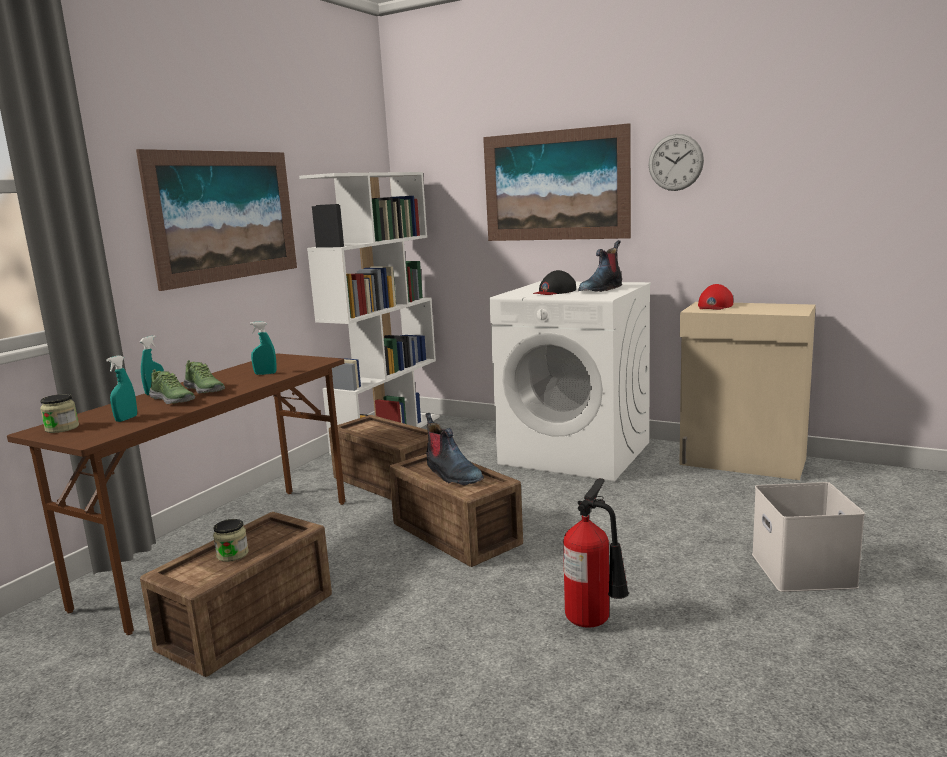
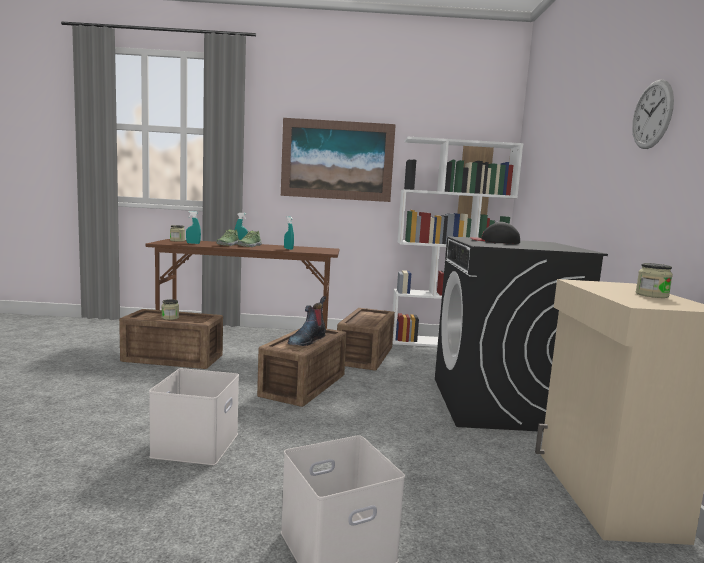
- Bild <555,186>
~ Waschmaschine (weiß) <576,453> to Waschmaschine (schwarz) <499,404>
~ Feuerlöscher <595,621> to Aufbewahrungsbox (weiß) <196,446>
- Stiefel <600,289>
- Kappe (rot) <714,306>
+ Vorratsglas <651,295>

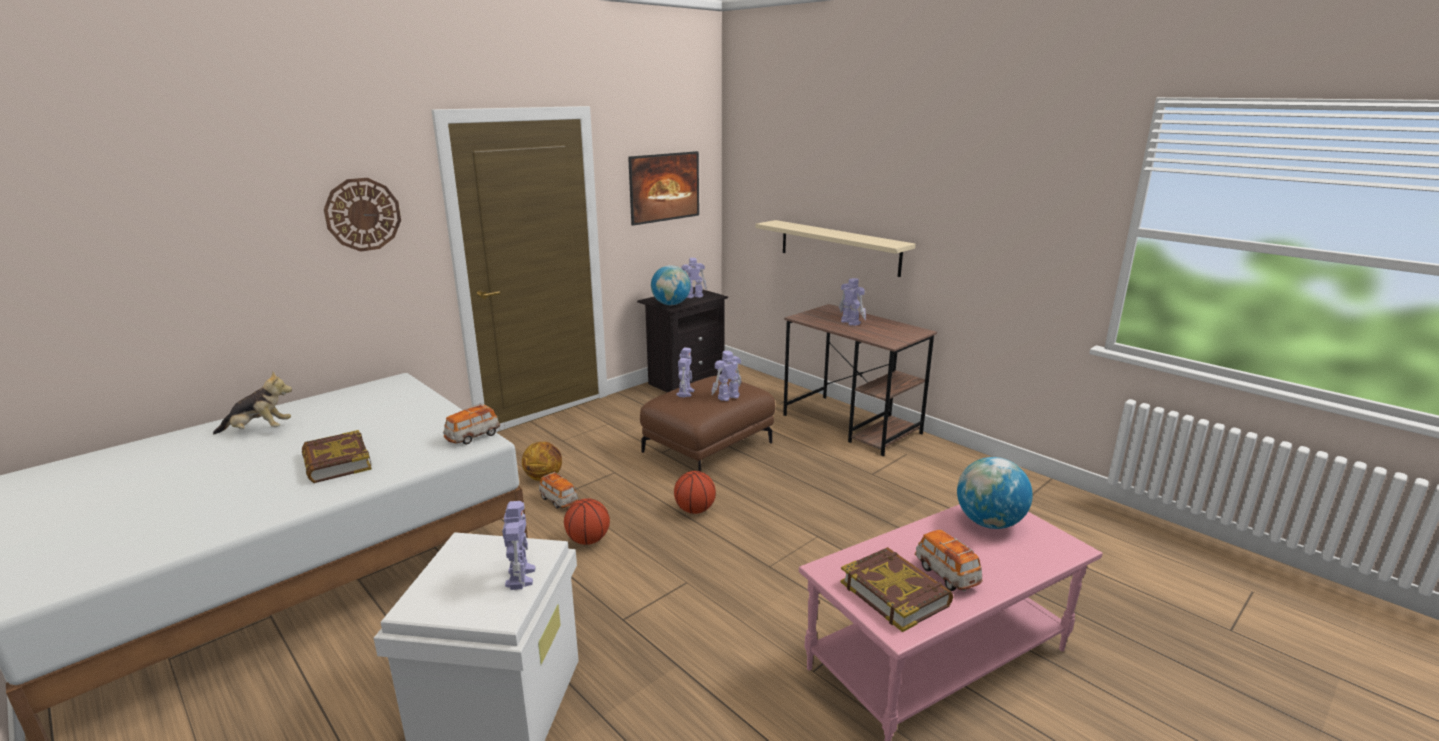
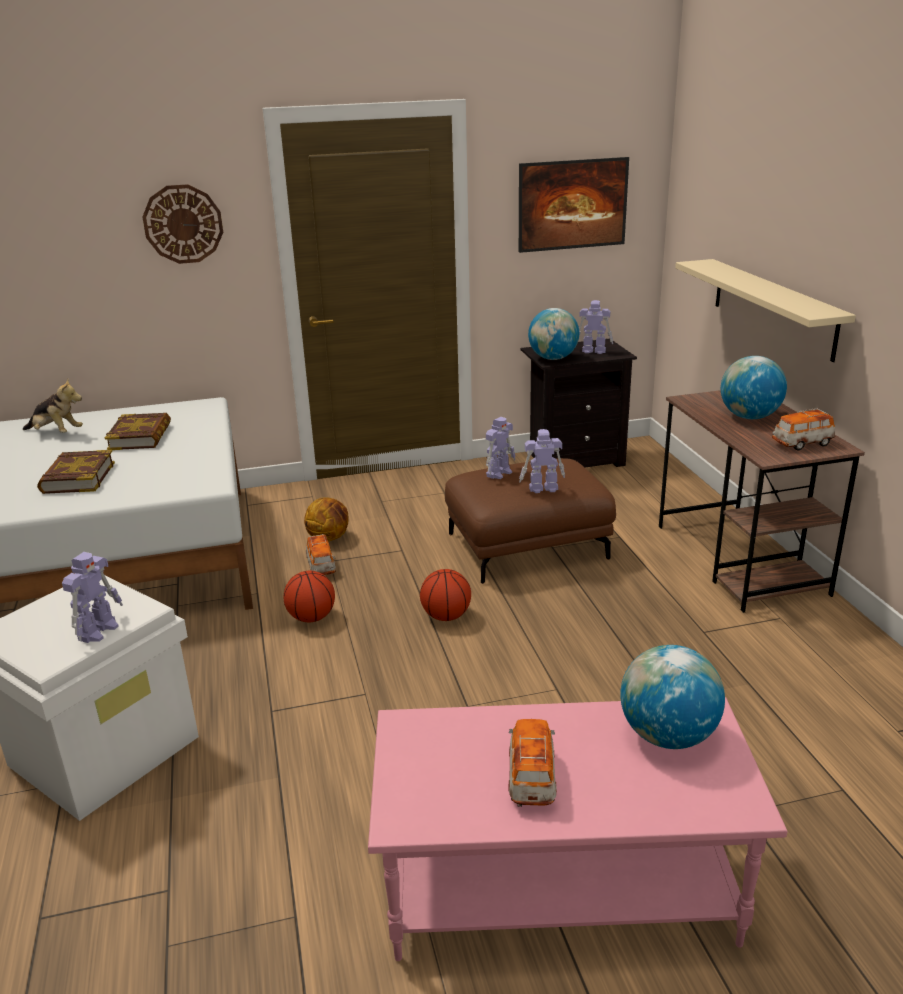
~ Spielzeugauto <473,437> to <802,444>
~ Spielzeugroboter <850,322> to Globus <749,417>
~ Buch <895,593> to <140,437>

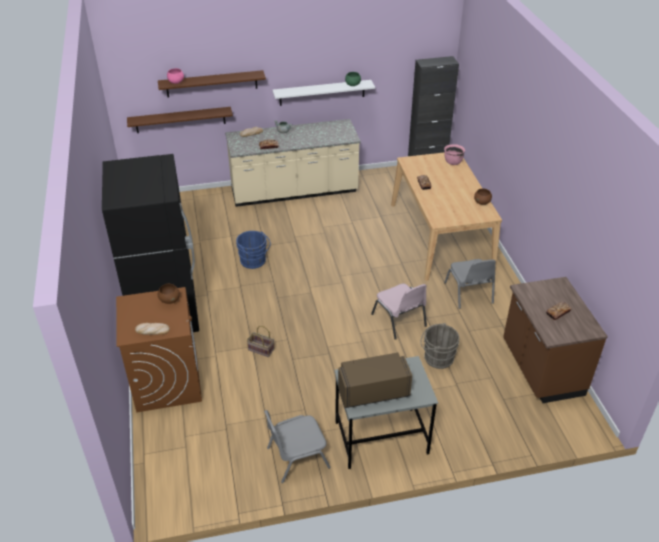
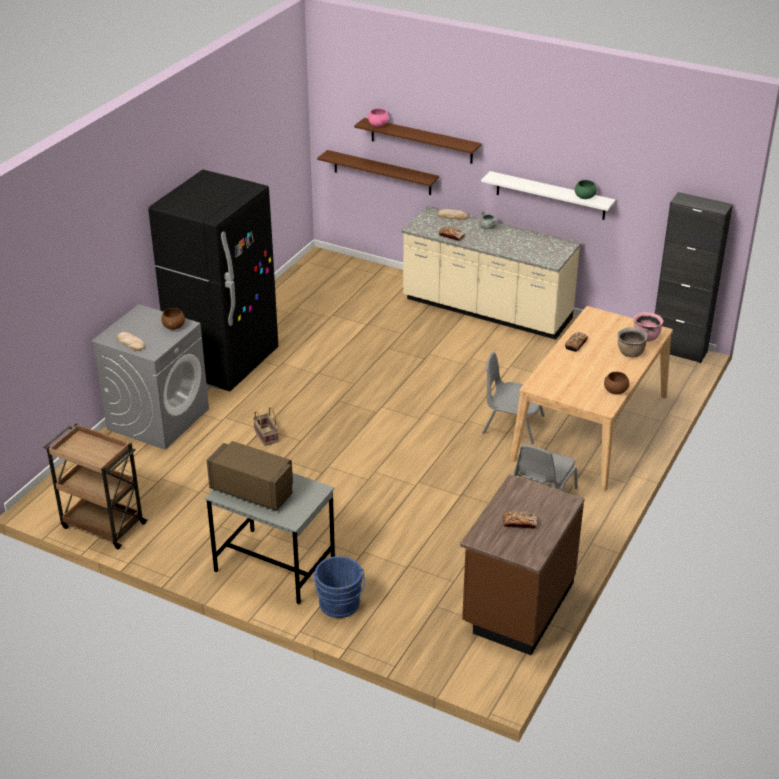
~ Waschmaschine (braun) <167,381> to Waschmaschine (grau) <158,418>
~ Eimer (blau) <254,261> to <339,606>
~ Stuhl (grau) <296,457> to <512,424>
- Stuhl (rosa) <399,320>
- Eimer (grau) <436,357>
+ Rollwagen (braun) <102,525>
+ Kochtopf (braun) <630,353>

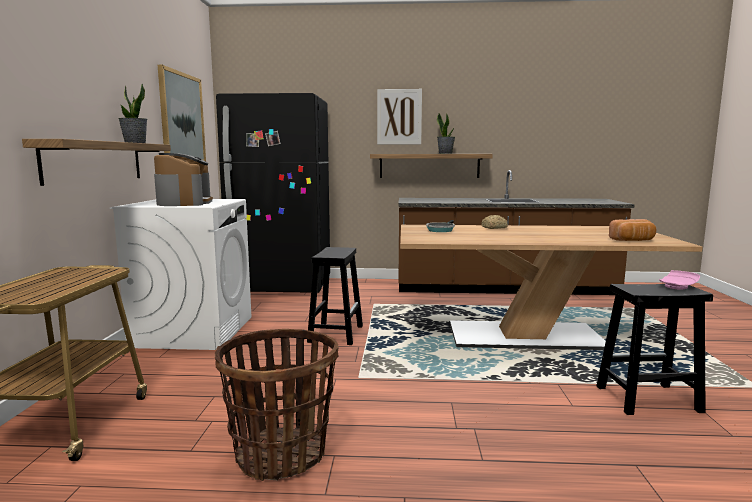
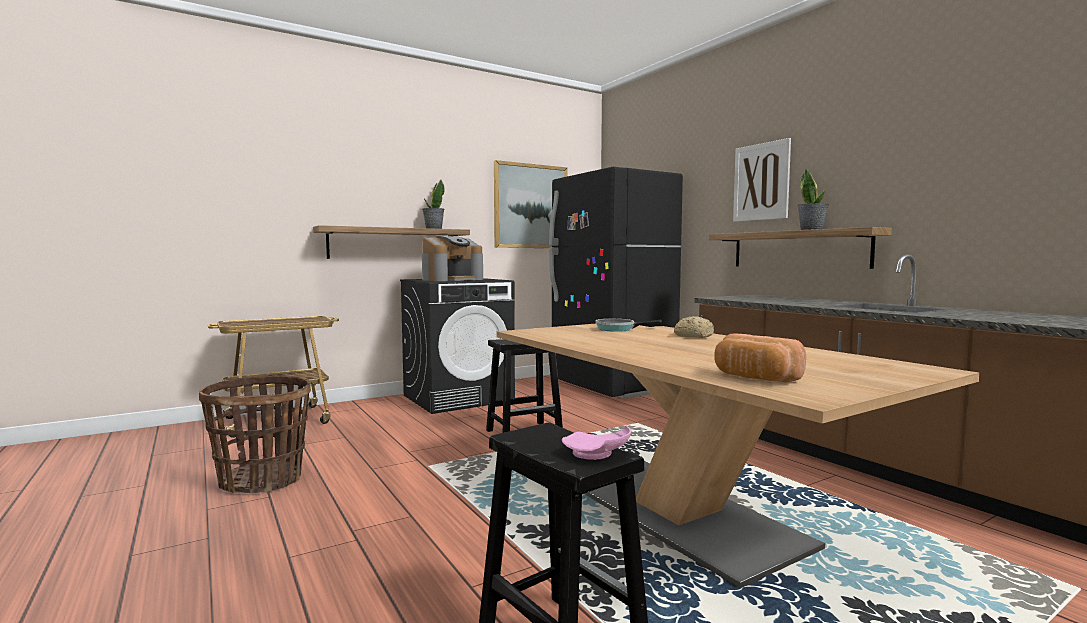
~ Waschmaschine (weiß) <194,331> to Waschmaschine (schwarz) <458,398>

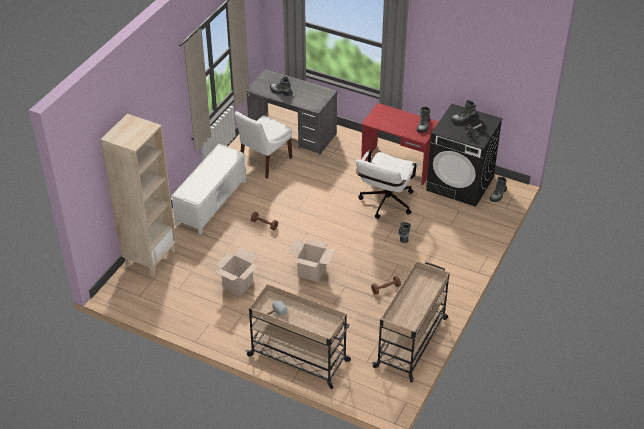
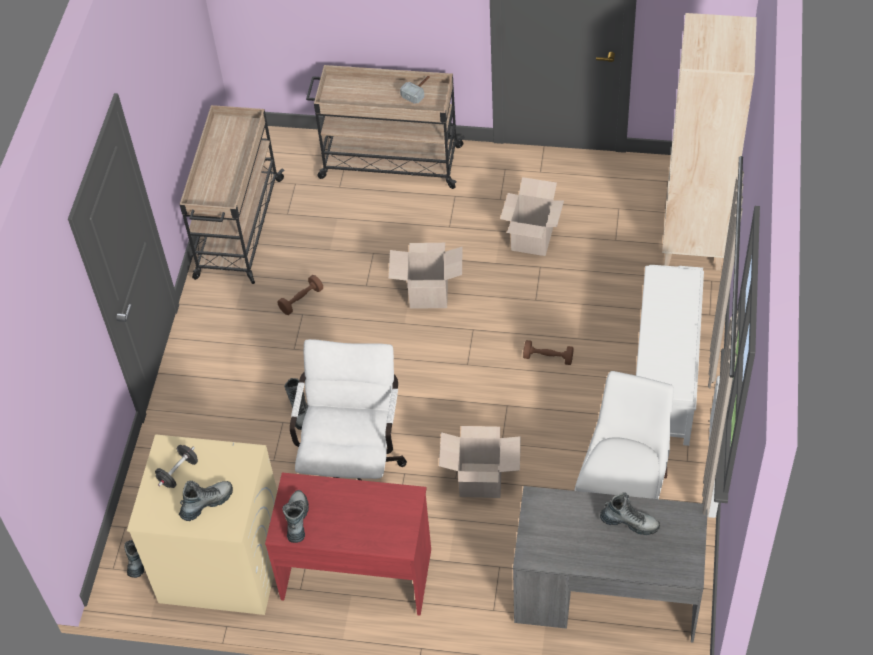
~ Waschmaschine (schwarz) <460,183> to Waschmaschine (beige) <221,563>
+ Karton <480,481>

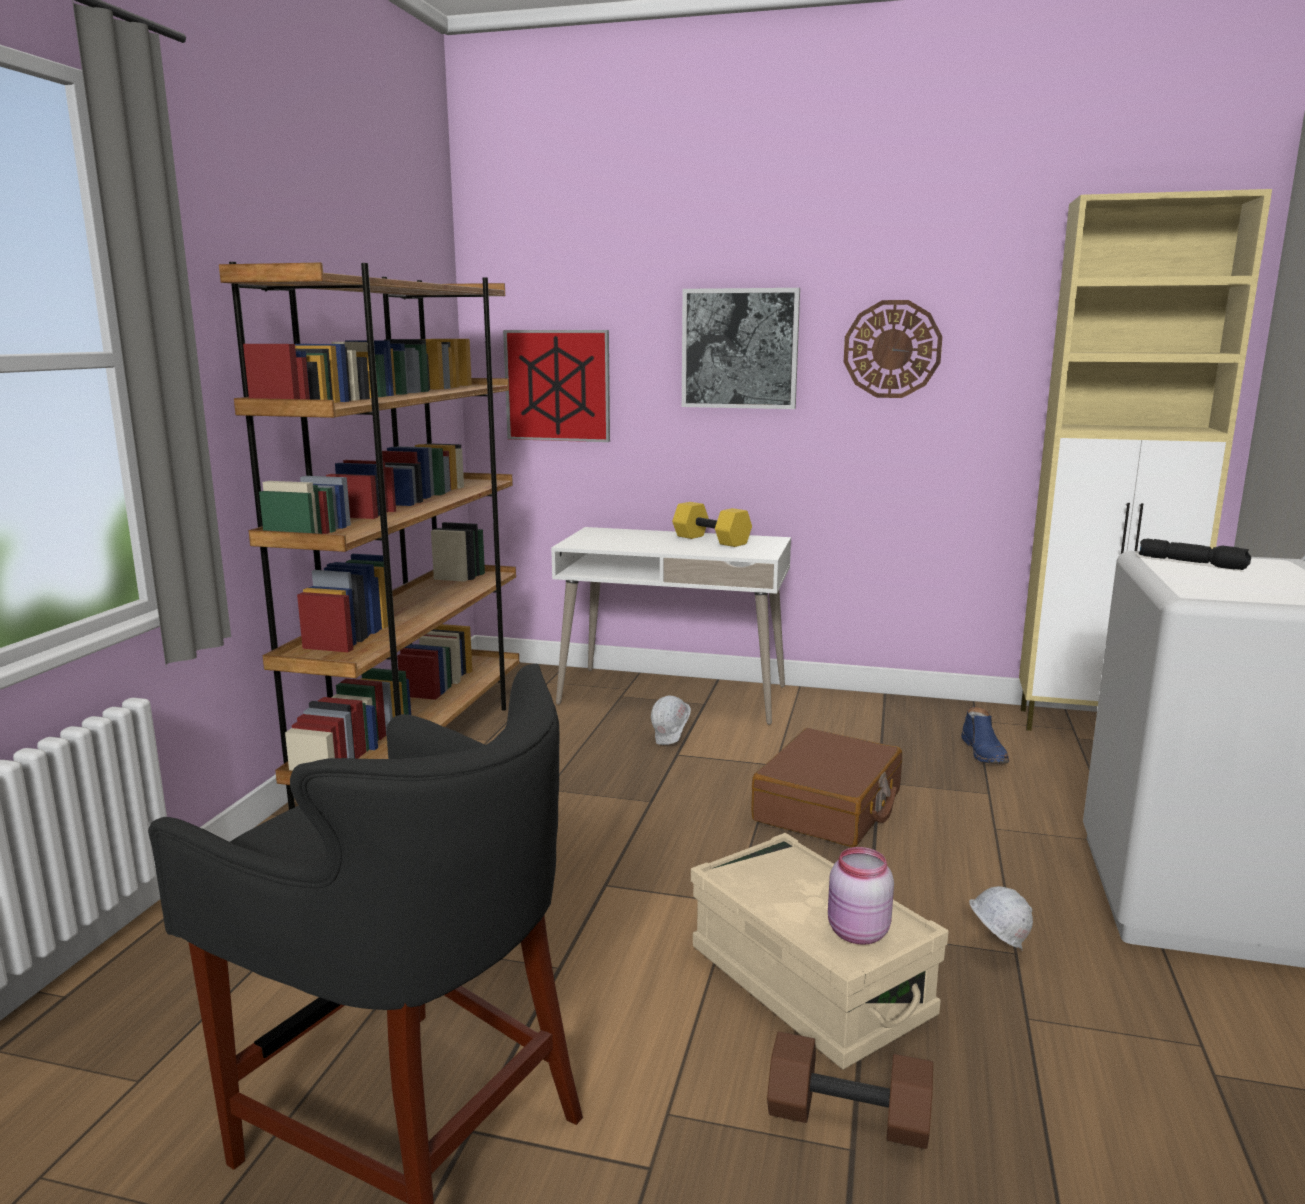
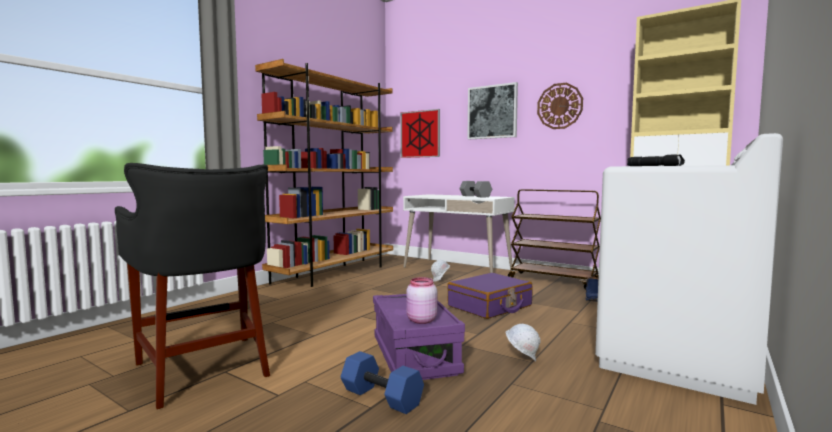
~ Hantel (gelb) <710,540> to Hantel (grau) <474,196>
~ Aufbewahrungsbox (beige) <808,983> to Aufbewahrungsbox (lila) <414,355>
~ Koffer (braun) <828,807> to Koffer (lila) <490,306>
~ Hantel (braun) <850,1116> to Hantel (blau) <383,397>
+ Rollwagen (braun) <553,281>

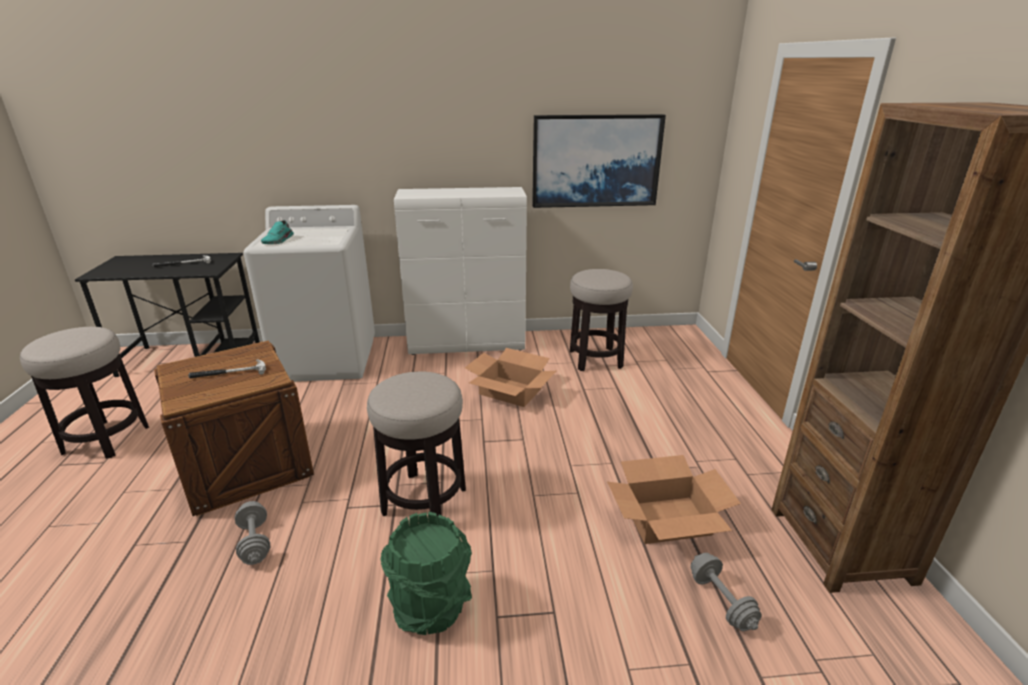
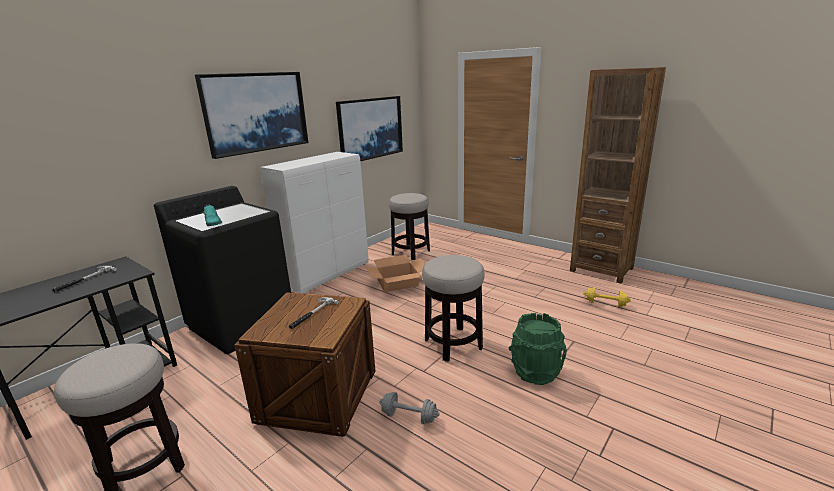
~ Waschmaschine (weiß) <328,359> to Waschmaschine (schwarz) <242,324>
- Karton <668,519>
~ Hantel (grau) <721,601> to Hantel (gelb) <605,304>
+ Bild <256,112>

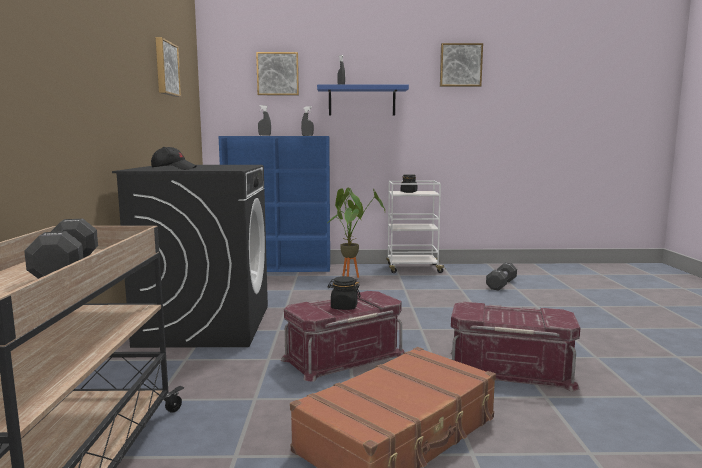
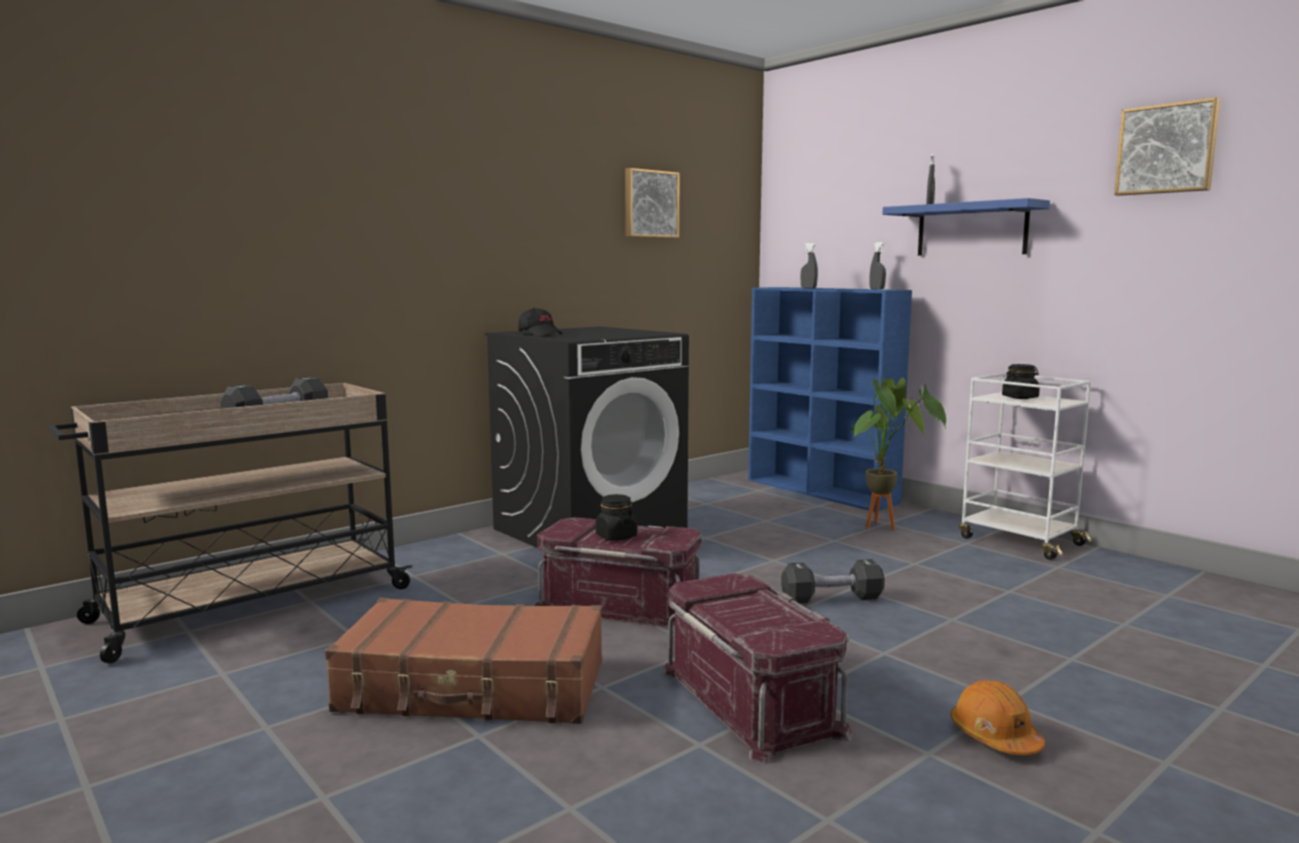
- Bild <278,74>
~ Hantel (schwarz) <501,284> to <831,598>
+ Schutzhelm (orange) <994,737>

